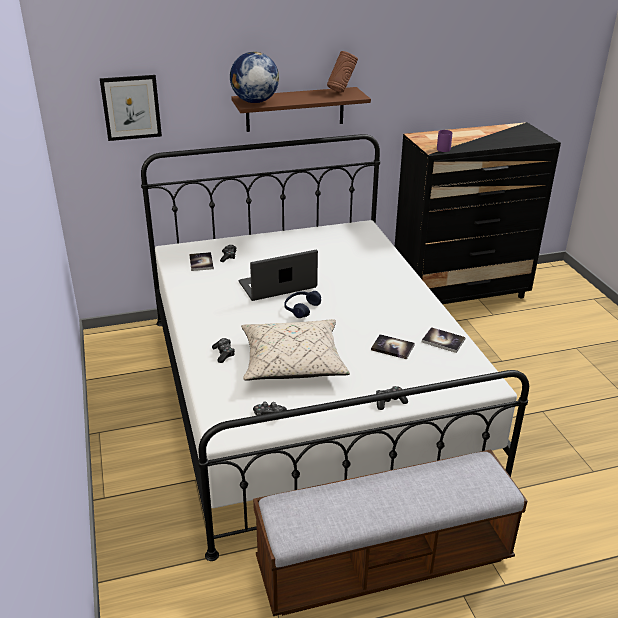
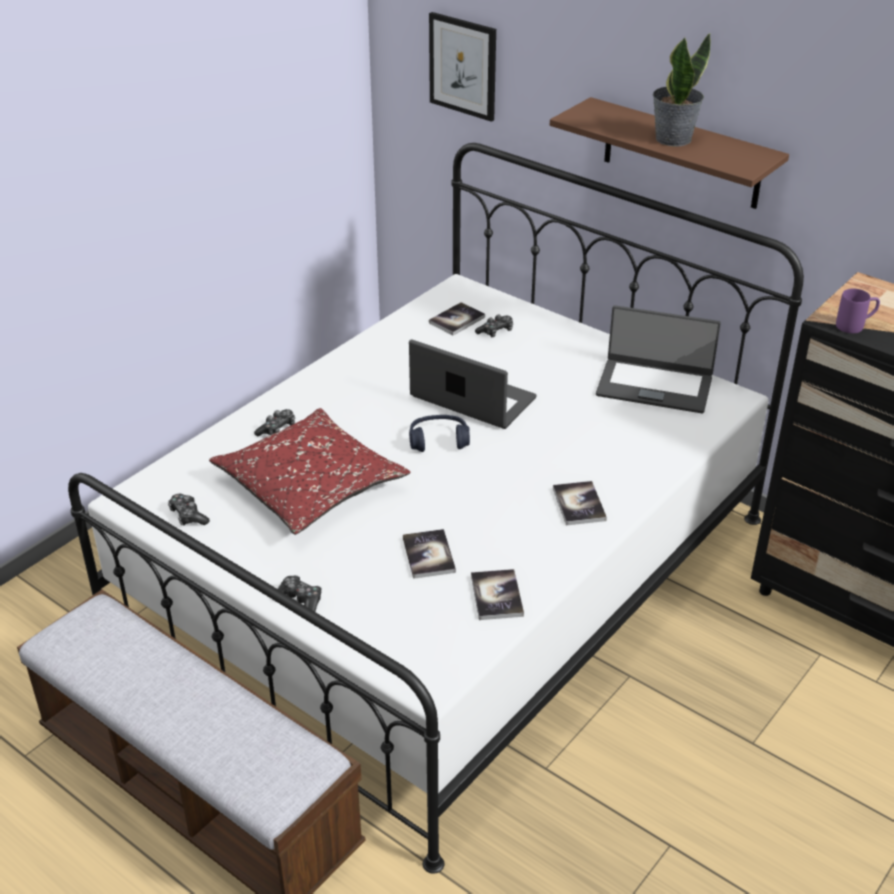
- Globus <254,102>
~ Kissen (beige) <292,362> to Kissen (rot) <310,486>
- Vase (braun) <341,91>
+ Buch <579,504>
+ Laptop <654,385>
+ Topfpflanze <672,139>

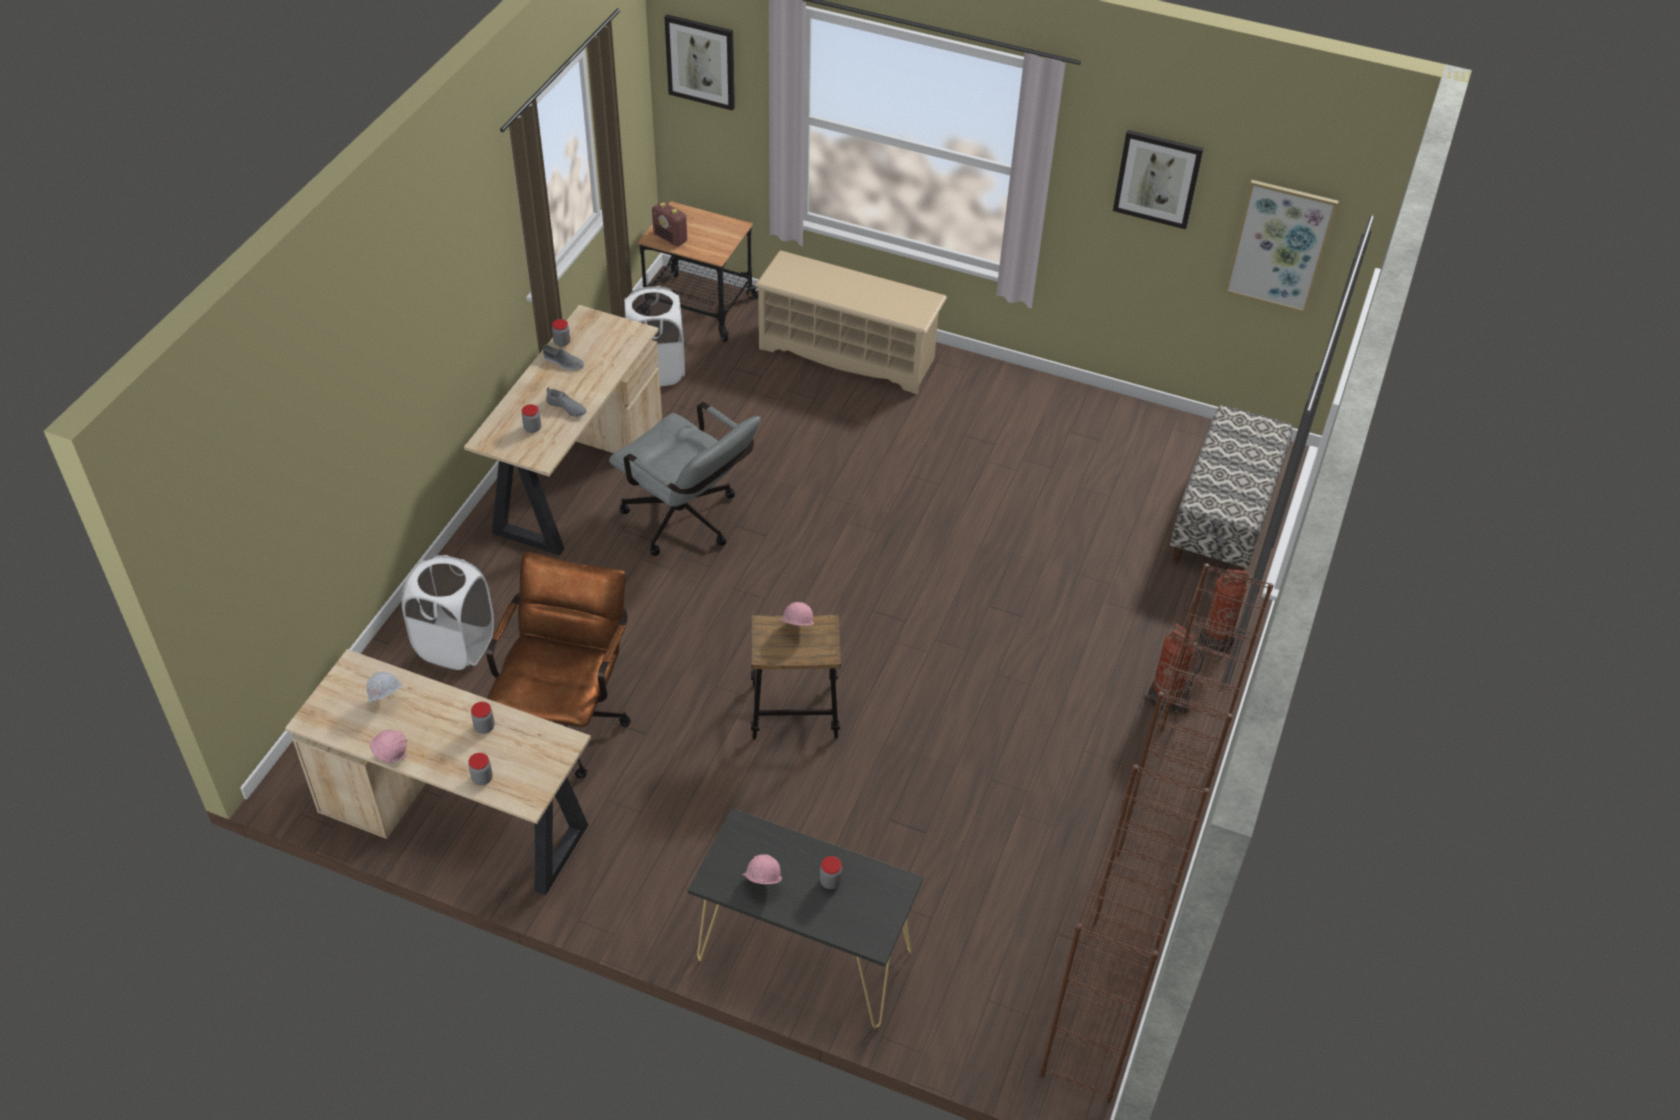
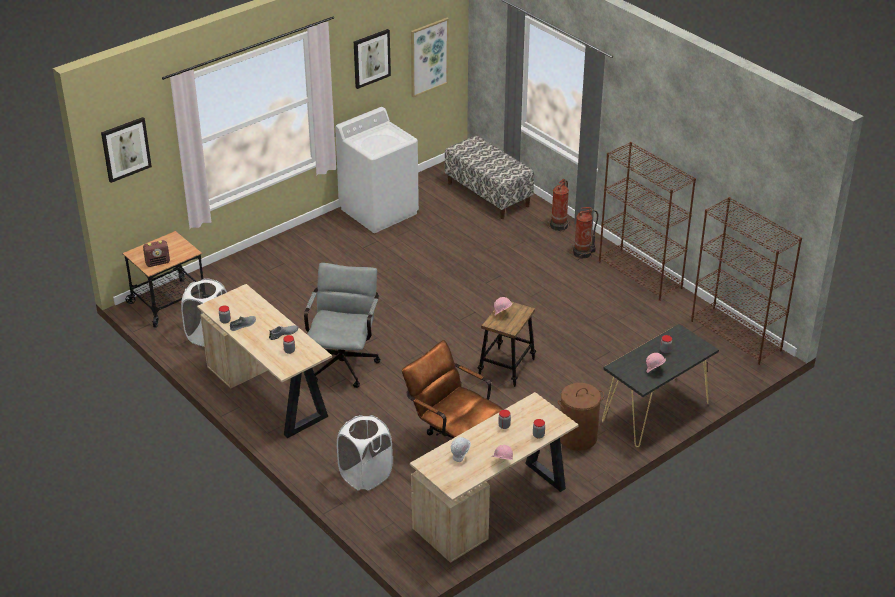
~ Bürostuhl (grau) <688,523> = <344,361> 60 degrees counterclockwise
- Schuhregal (beige) <848,354>
+ Waschmaschine (weiß) <379,211>
+ Wäschekorb (braun) <577,438>

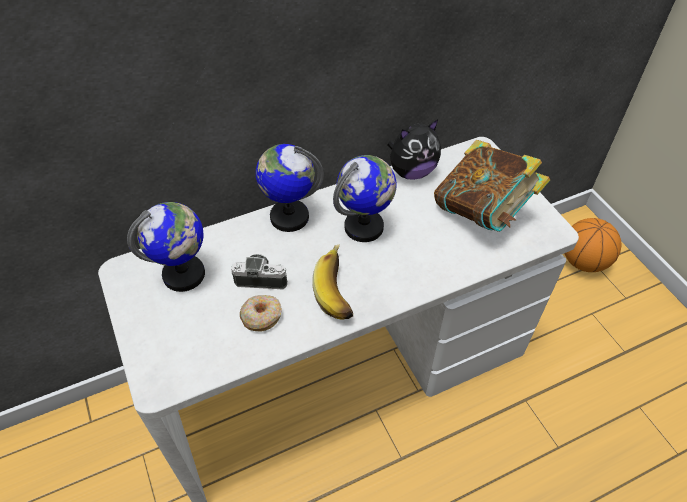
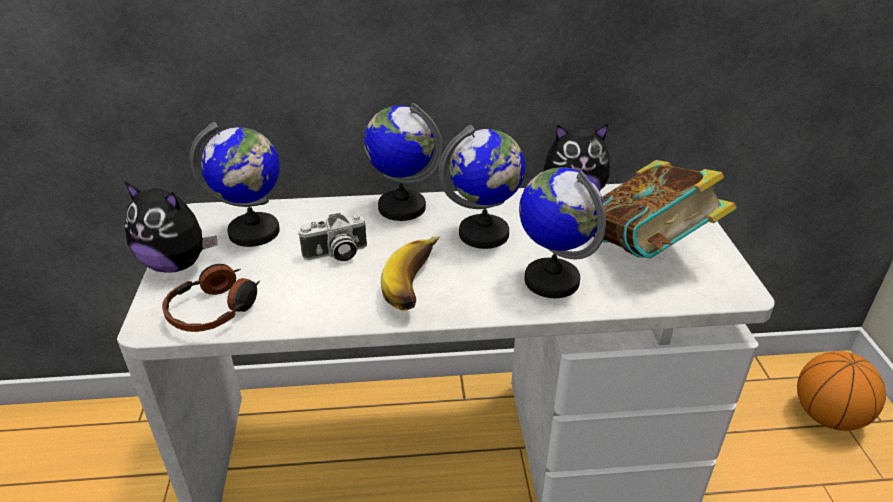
~ Kamera <262,278> = <336,254> 135 degrees clockwise
- Donut <261,316>
+ Plüschtier <177,264>
+ Kopfhörer <215,309>
+ Globus <551,280>

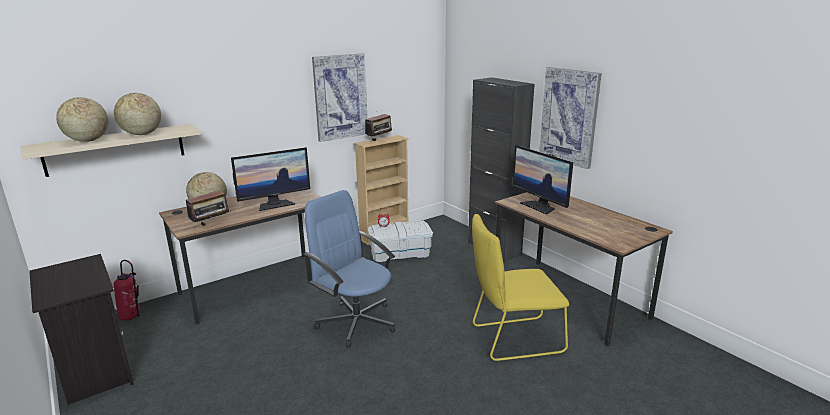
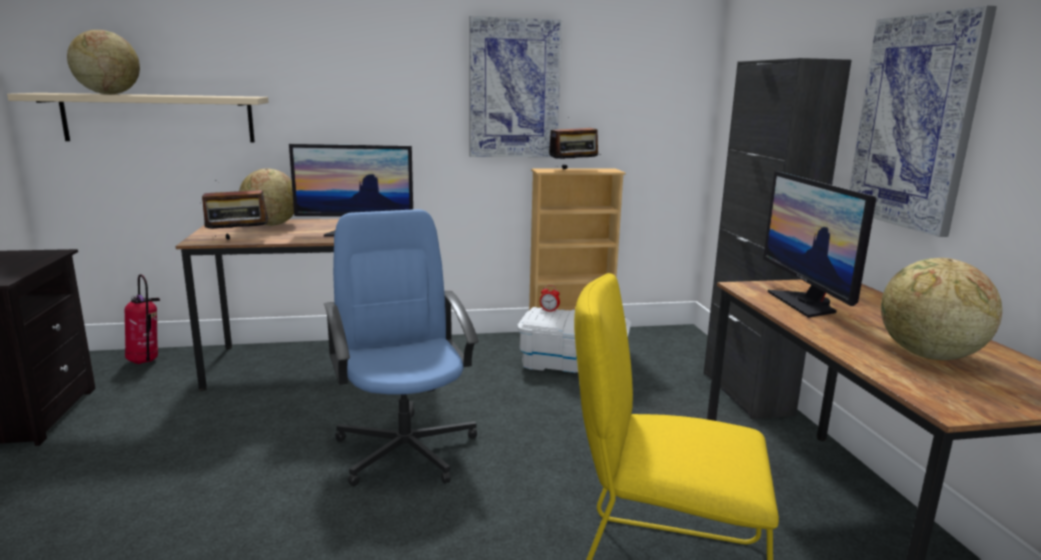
~ Globus <141,134> to <928,356>

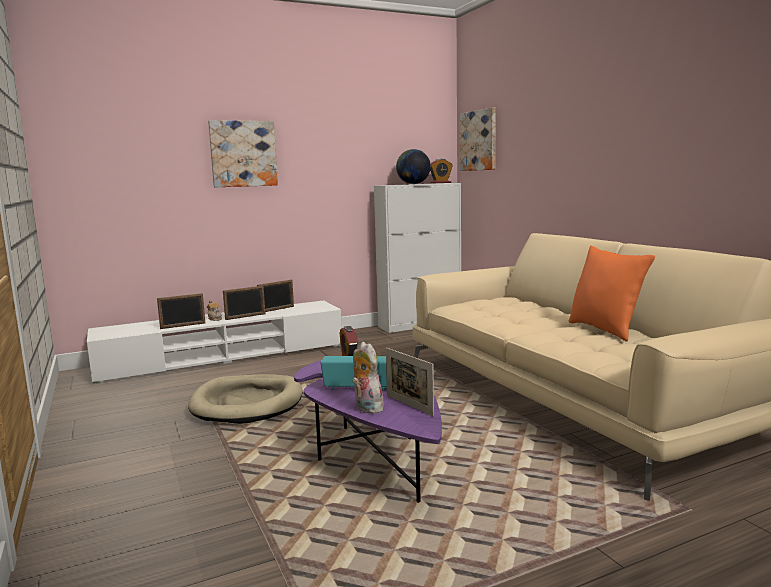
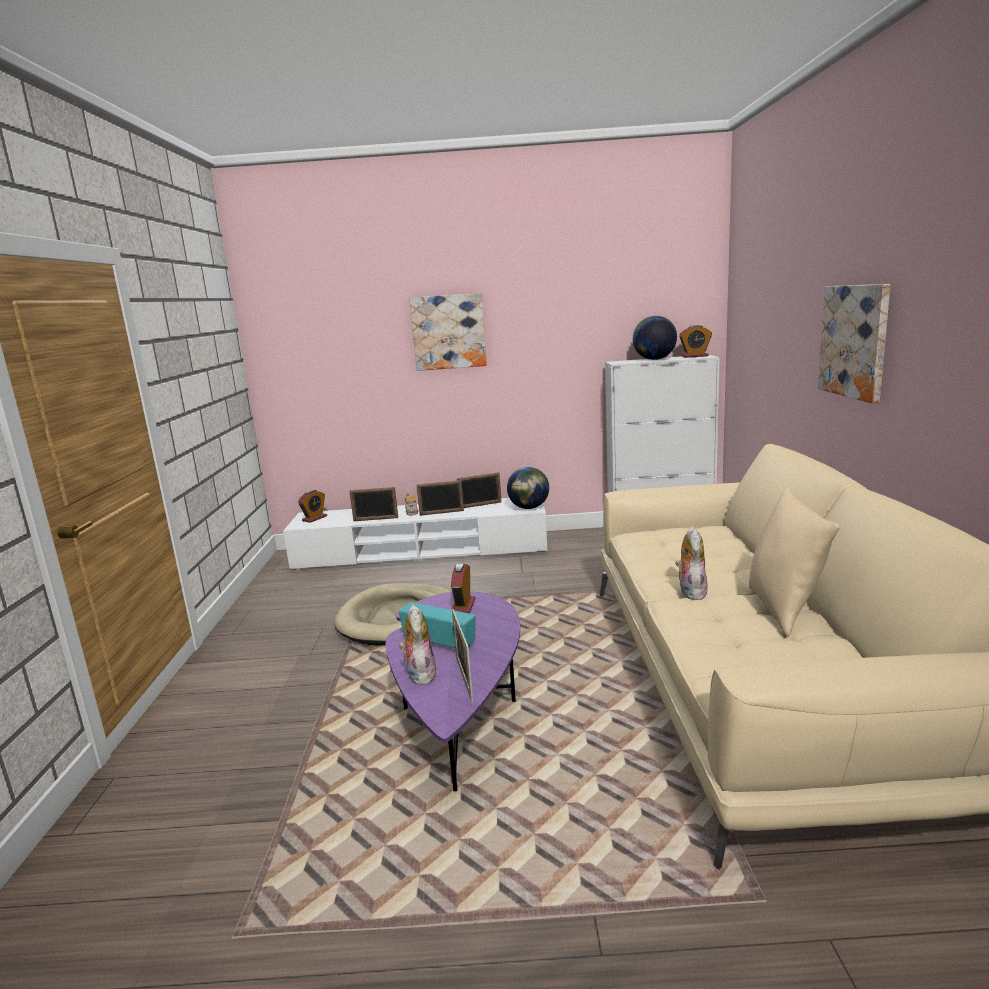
~ Bild <478,140> to <855,341>
~ Kissen (orange) <605,330> to Kissen (beige) <784,609>
+ Wecker <314,518>
+ Globus <529,508>
+ Plüschtier <690,592>

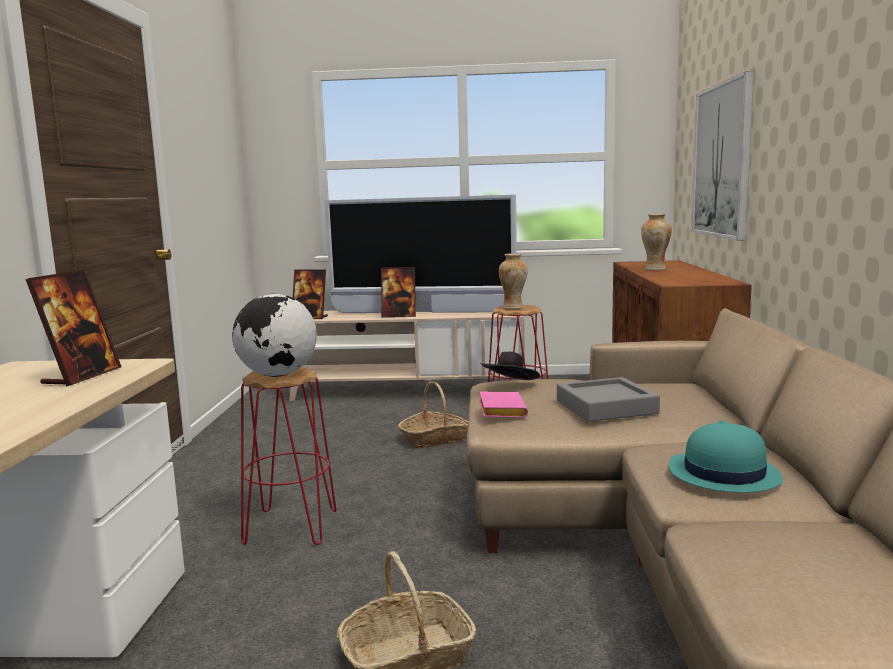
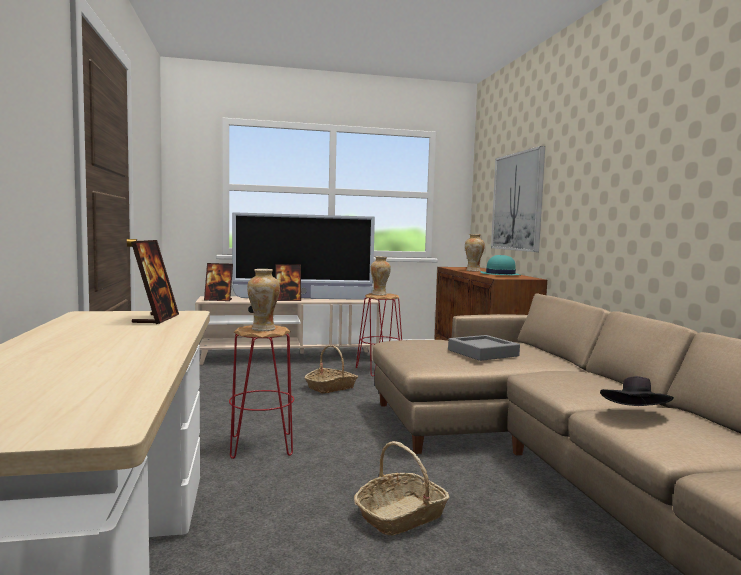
~ Globus <277,375> to Vase <263,329>
- Buch (rosa) <500,410>
~ Hut (schwarz) <510,386> to <635,414>
~ Hut (türkis) <723,474> to <500,274>

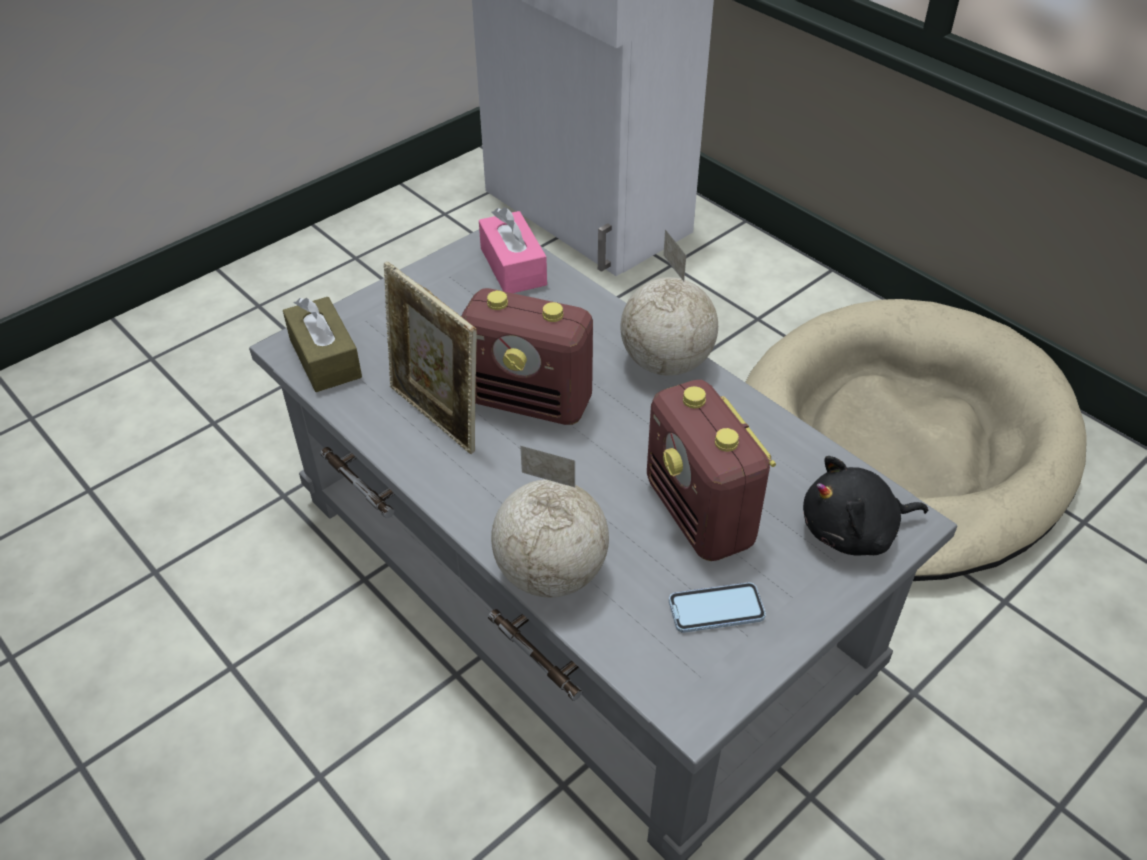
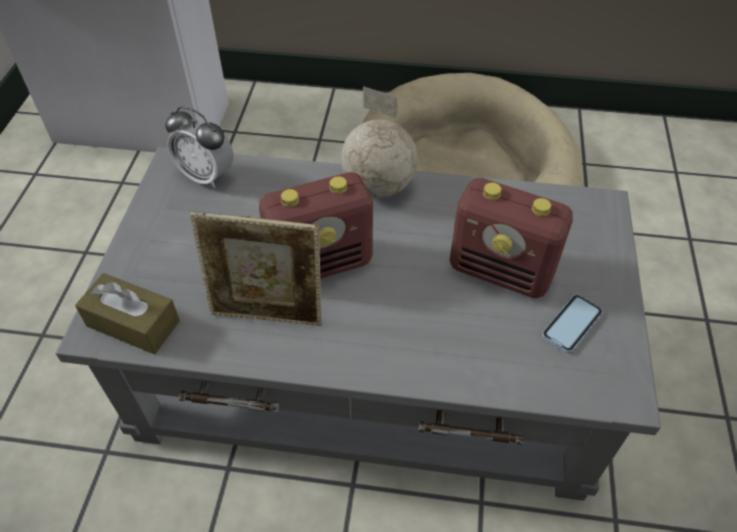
~ Taschentuchbox (rosa) <513,266> to Wecker <206,176>
- Globus <550,572>
- Plüschtier (schwarz) <853,532>

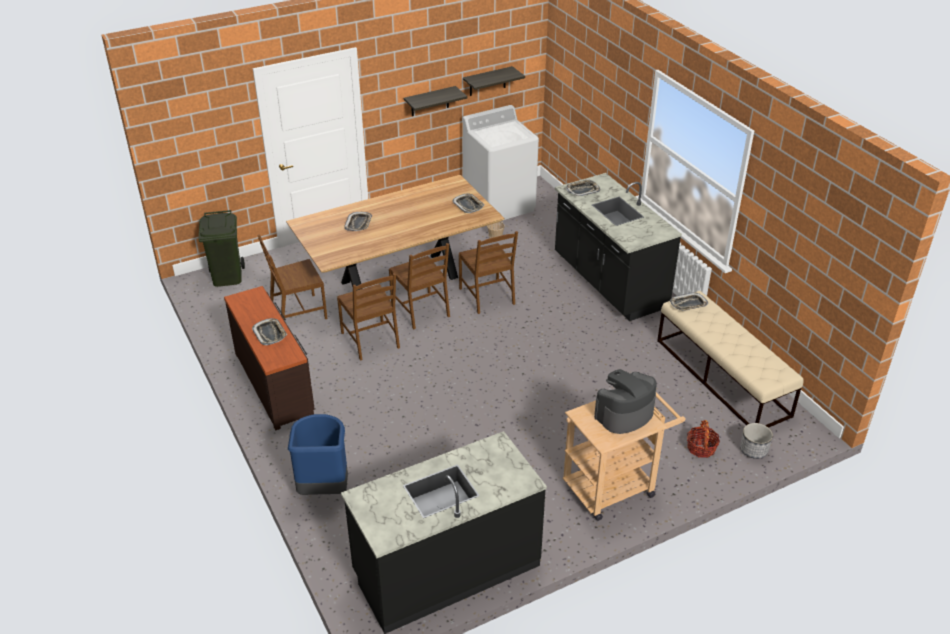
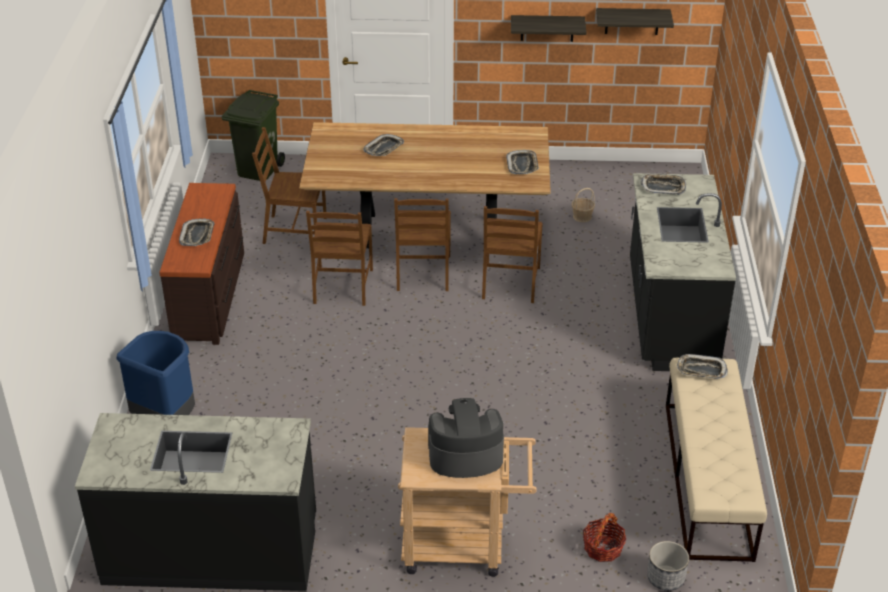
- Waschmaschine (weiß) <499,204>

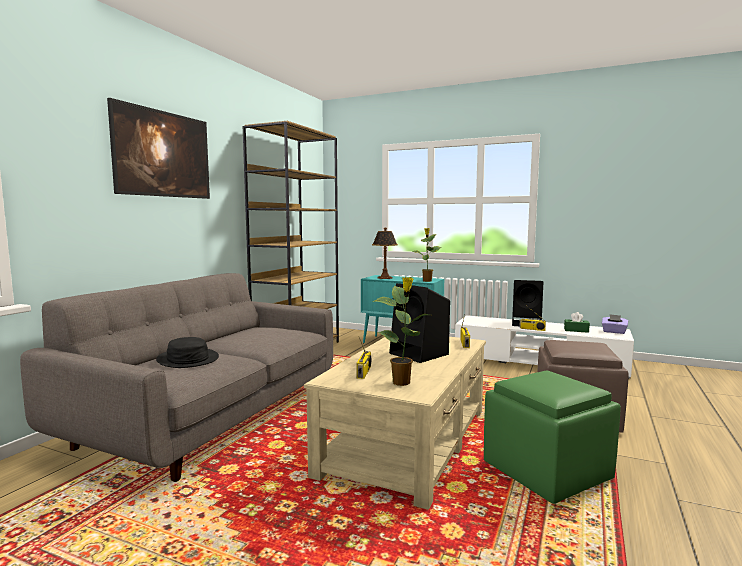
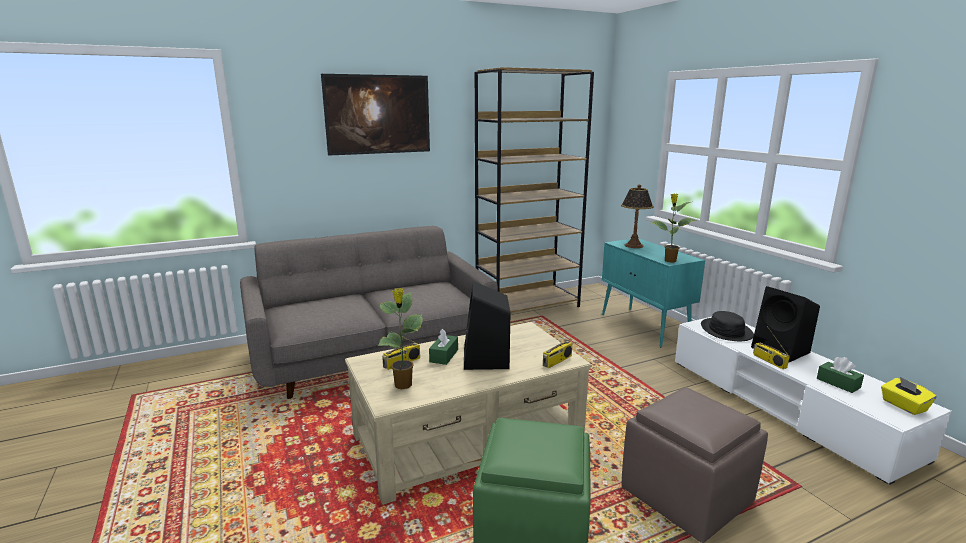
~ Hut (schwarz) <187,359> to <726,331>
~ Taschentuchbox (lila) <614,332> to Taschentuchbox (gelb) <903,406>
+ Taschentuchbox (grün) <444,356>

